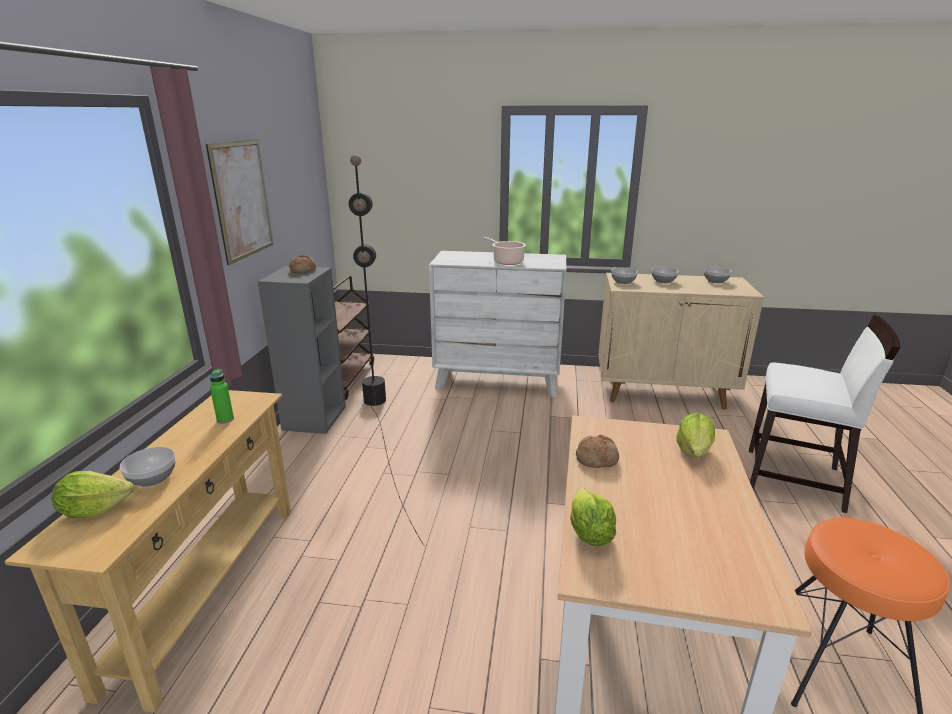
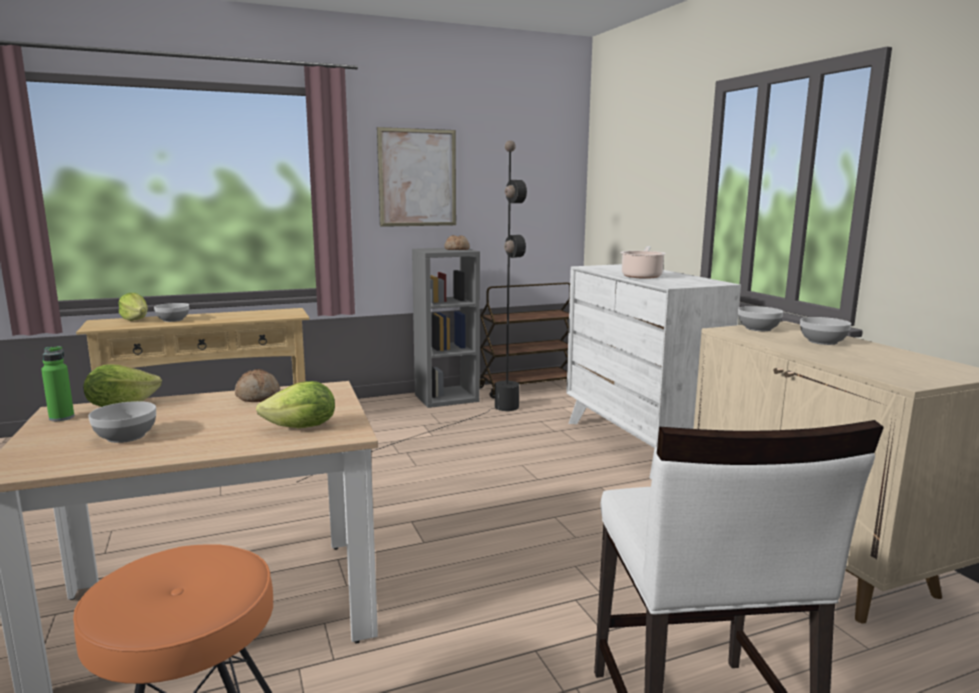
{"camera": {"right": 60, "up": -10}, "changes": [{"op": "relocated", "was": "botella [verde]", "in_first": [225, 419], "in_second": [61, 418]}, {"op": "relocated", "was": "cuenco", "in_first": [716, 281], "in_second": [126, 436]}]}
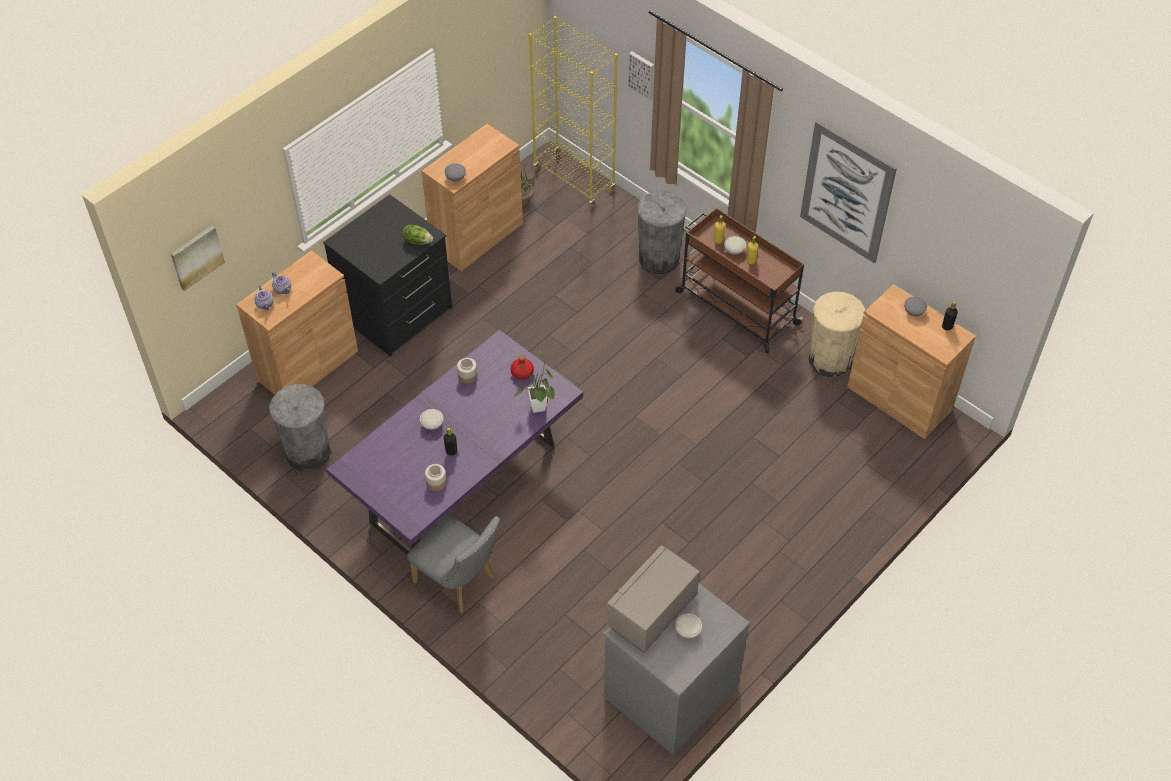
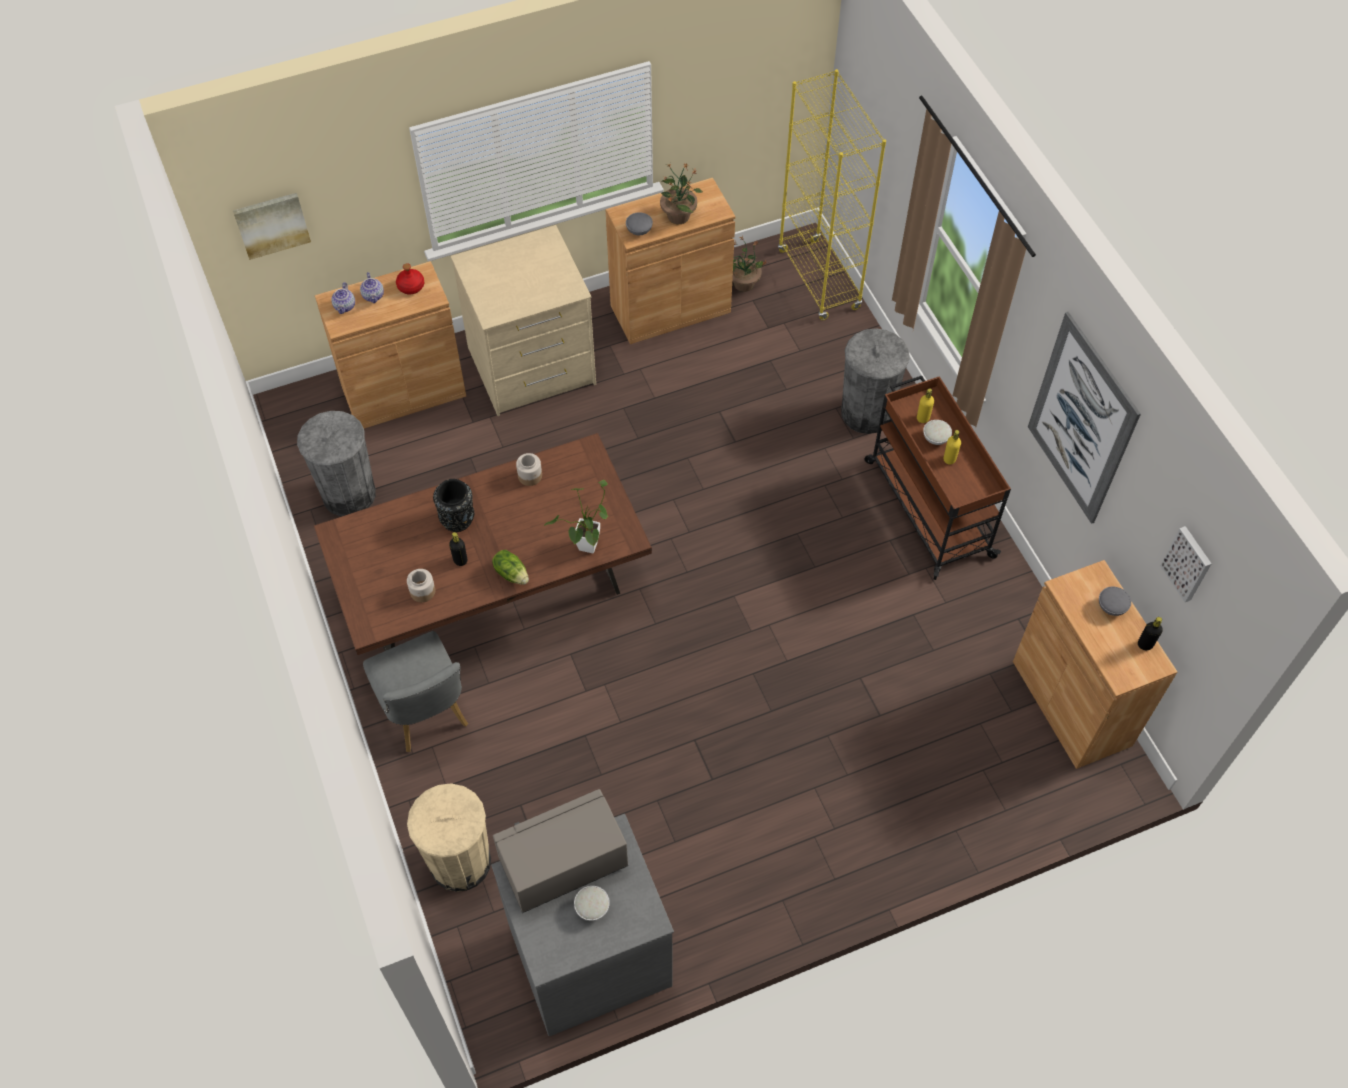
{"camera": {"right": 25, "up": 5}, "changes": [{"op": "colour", "was": "mesa de comedor [morado]", "now": "mesa de comedor [marrón]", "in_first": [463, 484], "in_second": [493, 599]}, {"op": "relocated", "was": "botella [rojo]", "in_first": [522, 372], "in_second": [411, 286]}, {"op": "relocated", "was": "papelera [beis]", "in_first": [829, 360], "in_second": [460, 862]}, {"op": "exchanged", "was": "cuenco [blanco]", "now": "florero [negro]", "in_first": [432, 424], "in_second": [457, 518]}, {"op": "colour", "was": "cómoda [negro]", "now": "cómoda [beis]", "in_first": [396, 313], "in_second": [532, 367]}, {"op": "relocated", "was": "lechuga", "in_first": [417, 241], "in_second": [511, 573]}, {"op": "appeared", "now": "planta en maceta", "in_second": [678, 215]}, {"op": "relocated", "was": "cuadro", "in_first": [642, 74], "in_second": [1188, 563]}]}
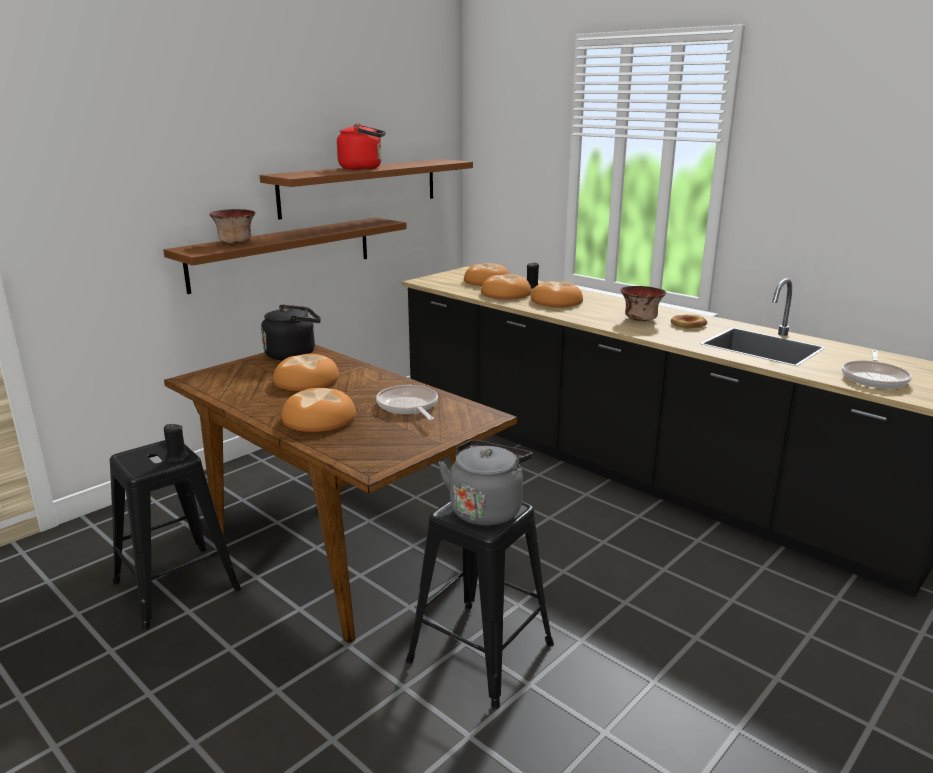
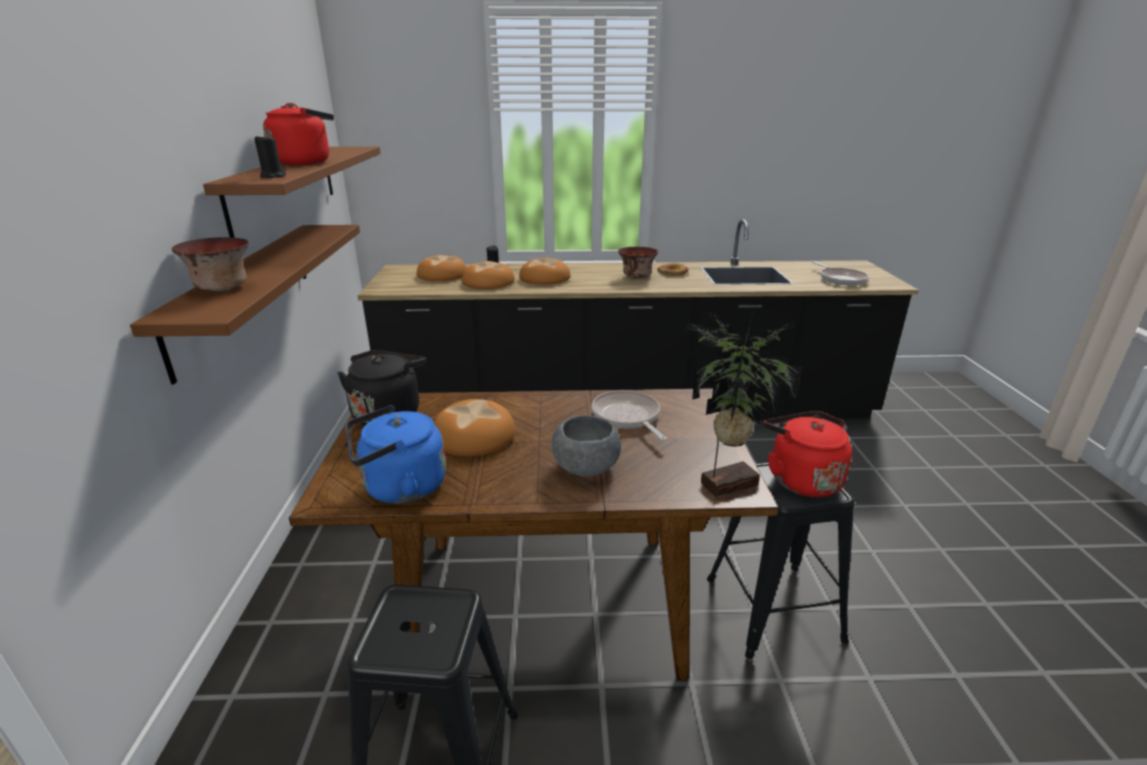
{"camera": {"right": -45, "up": 5}, "changes": [{"op": "relocated", "was": "vela [negro]", "in_first": [177, 458], "in_second": [272, 176]}, {"op": "appeared", "now": "hervidor [azul]", "in_second": [400, 488]}, {"op": "exchanged", "was": "pan", "now": "cuenco [gris]", "in_first": [320, 418], "in_second": [586, 467]}, {"op": "spun", "was": "sartén", "in_first": [408, 406], "in_second": [627, 417], "clockwise": 45}, {"op": "appeared", "now": "planta en maceta", "in_second": [725, 482]}, {"op": "colour", "was": "hervidor [gris]", "now": "hervidor [rojo]", "in_first": [487, 509], "in_second": [800, 479]}]}
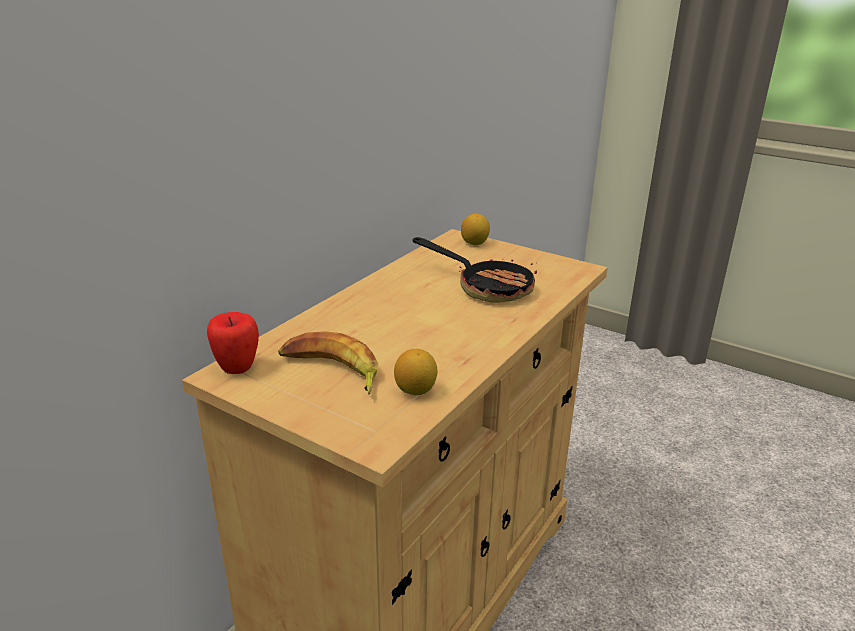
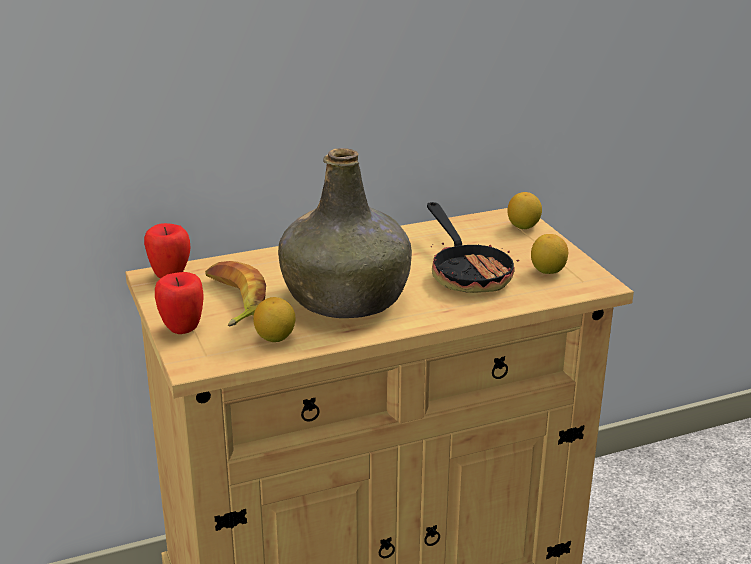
{"camera": {"right": 35, "up": 0}, "changes": [{"op": "appeared", "now": "manzana", "in_second": [182, 328]}, {"op": "appeared", "now": "botella [verde]", "in_second": [346, 297]}, {"op": "appeared", "now": "limón", "in_second": [548, 271]}]}
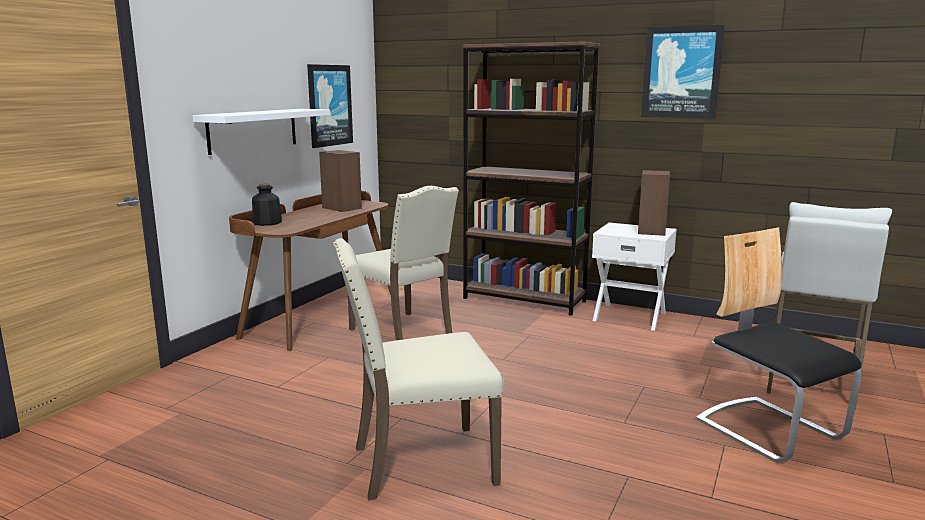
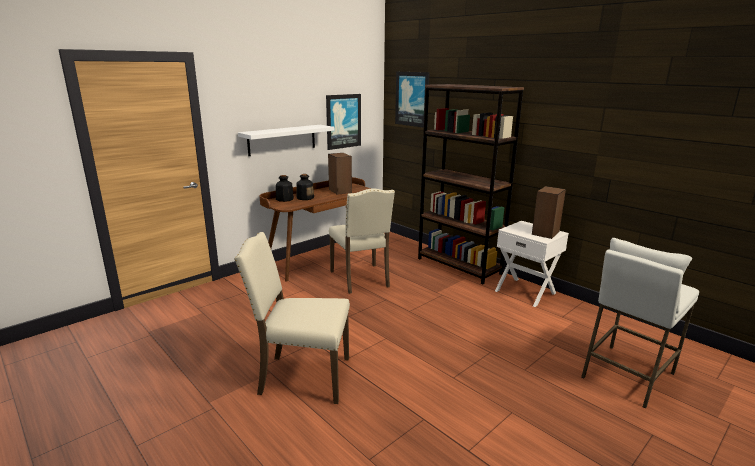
{"camera": {"right": 20, "up": 5}, "changes": [{"op": "appeared", "now": "botella", "in_second": [305, 198]}, {"op": "relocated", "was": "cuadro", "in_first": [681, 72], "in_second": [412, 99]}, {"op": "missing", "was": "silla", "in_first": [769, 429]}]}
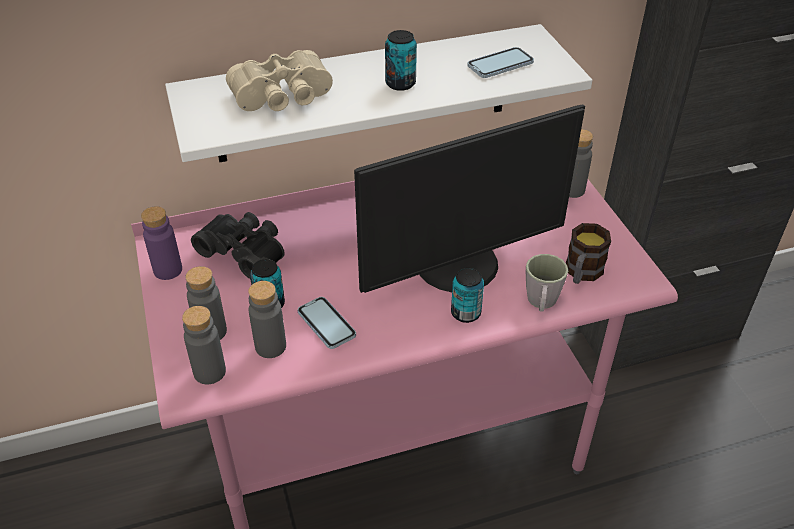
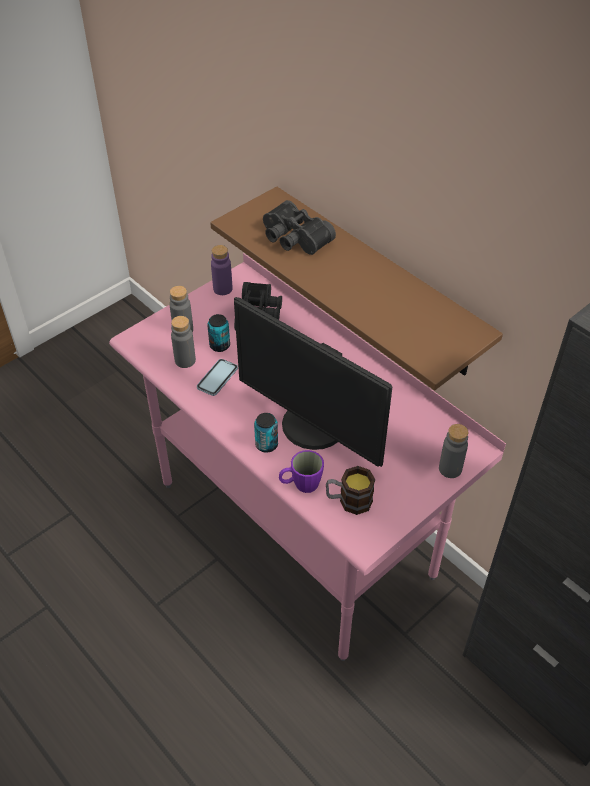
{"camera": {"right": 65, "up": 5}, "changes": [{"op": "colour", "was": "estante [blanco]", "now": "estante [marrón]", "in_first": [363, 94], "in_second": [377, 283]}, {"op": "colour", "was": "prismáticos [beis]", "now": "prismáticos [negro]", "in_first": [283, 98], "in_second": [293, 239]}, {"op": "colour", "was": "taza grande [gris]", "now": "taza grande [morado]", "in_first": [541, 303], "in_second": [301, 484]}, {"op": "missing", "was": "botella [gris]", "in_first": [209, 372]}, {"op": "missing", "was": "lata", "in_first": [400, 83]}, {"op": "missing", "was": "móvil", "in_first": [500, 65]}]}
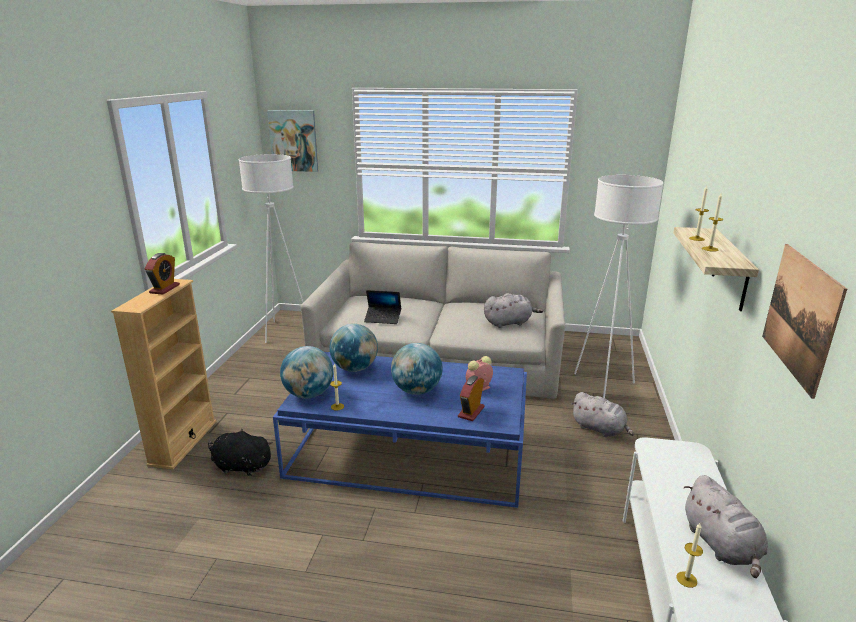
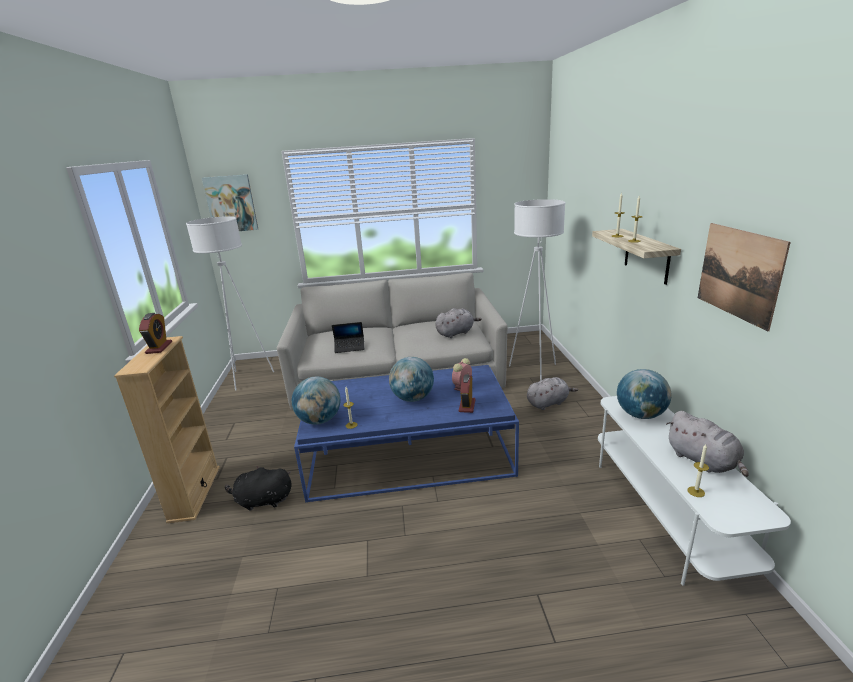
{"camera": {"right": -15, "up": 0}, "changes": [{"op": "spun", "was": "peluche [gris]", "in_first": [600, 429], "in_second": [548, 403], "clockwise": -45}, {"op": "relocated", "was": "globo terráqueo", "in_first": [355, 368], "in_second": [640, 415]}]}
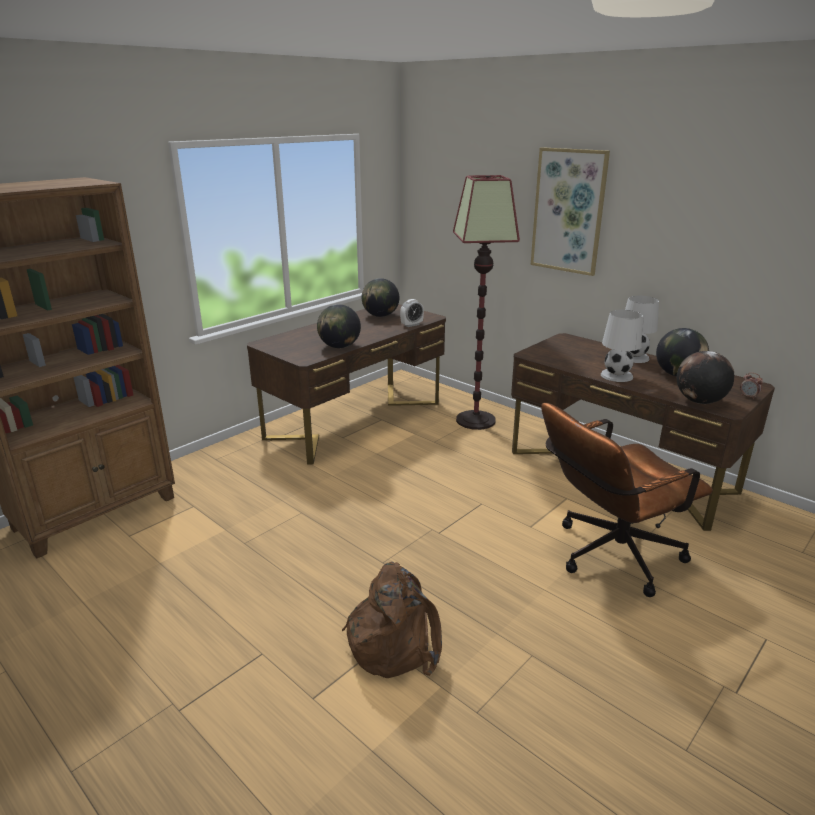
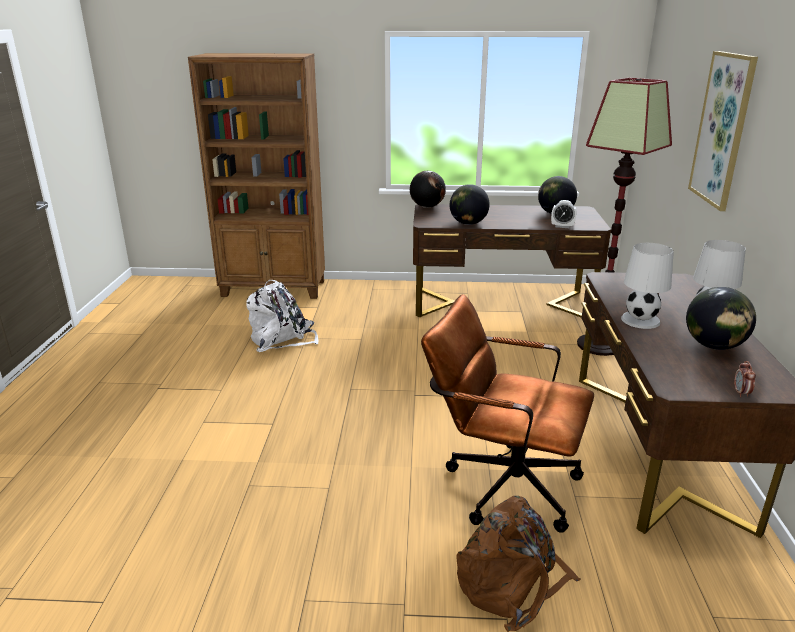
{"camera": {"right": 50, "up": 0}, "changes": [{"op": "appeared", "now": "mochila [blanco]", "in_second": [282, 339]}, {"op": "relocated", "was": "globo terráqueo", "in_first": [699, 401], "in_second": [427, 207]}, {"op": "relocated", "was": "mochila [marrón]", "in_first": [395, 642], "in_second": [512, 584]}]}
